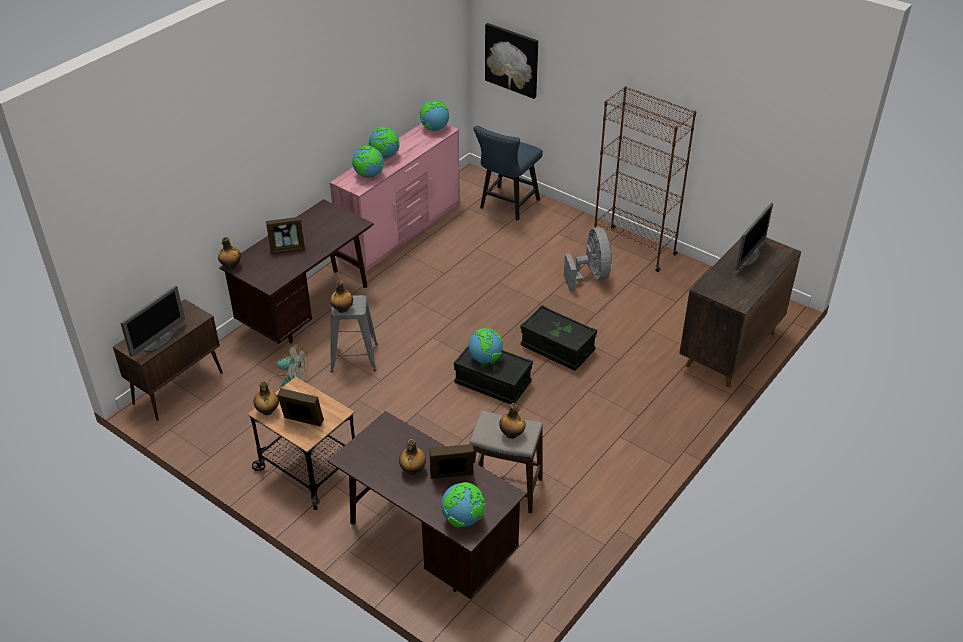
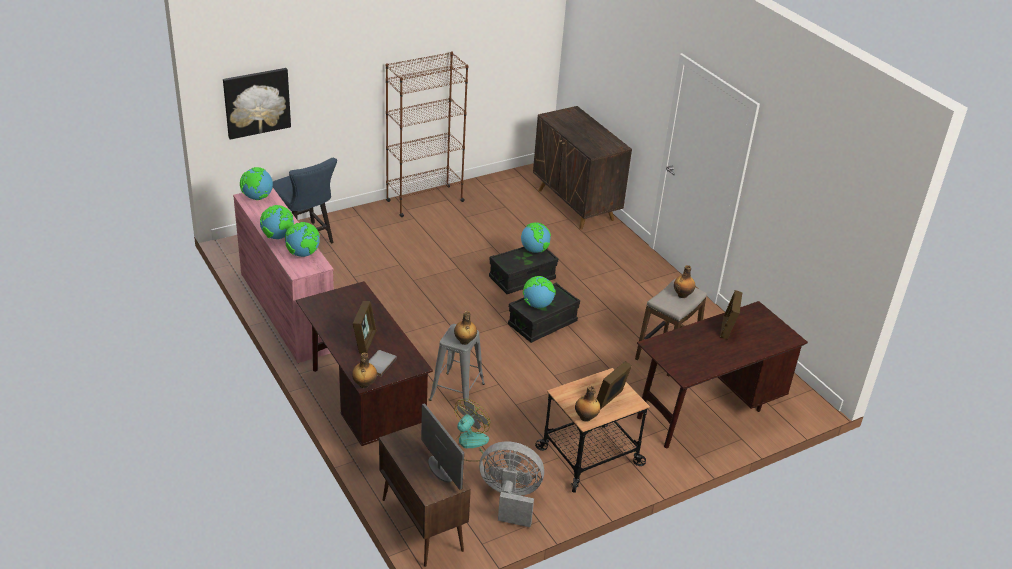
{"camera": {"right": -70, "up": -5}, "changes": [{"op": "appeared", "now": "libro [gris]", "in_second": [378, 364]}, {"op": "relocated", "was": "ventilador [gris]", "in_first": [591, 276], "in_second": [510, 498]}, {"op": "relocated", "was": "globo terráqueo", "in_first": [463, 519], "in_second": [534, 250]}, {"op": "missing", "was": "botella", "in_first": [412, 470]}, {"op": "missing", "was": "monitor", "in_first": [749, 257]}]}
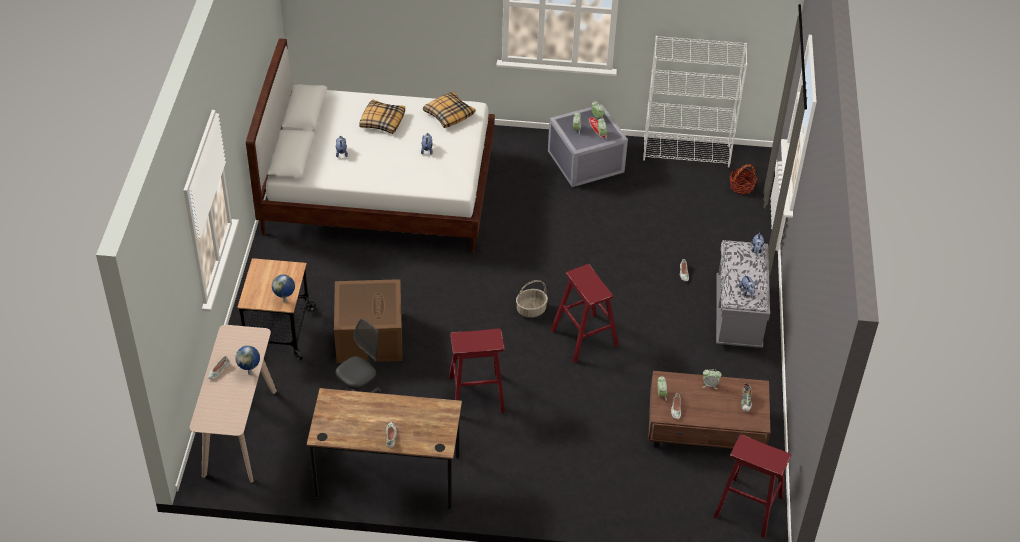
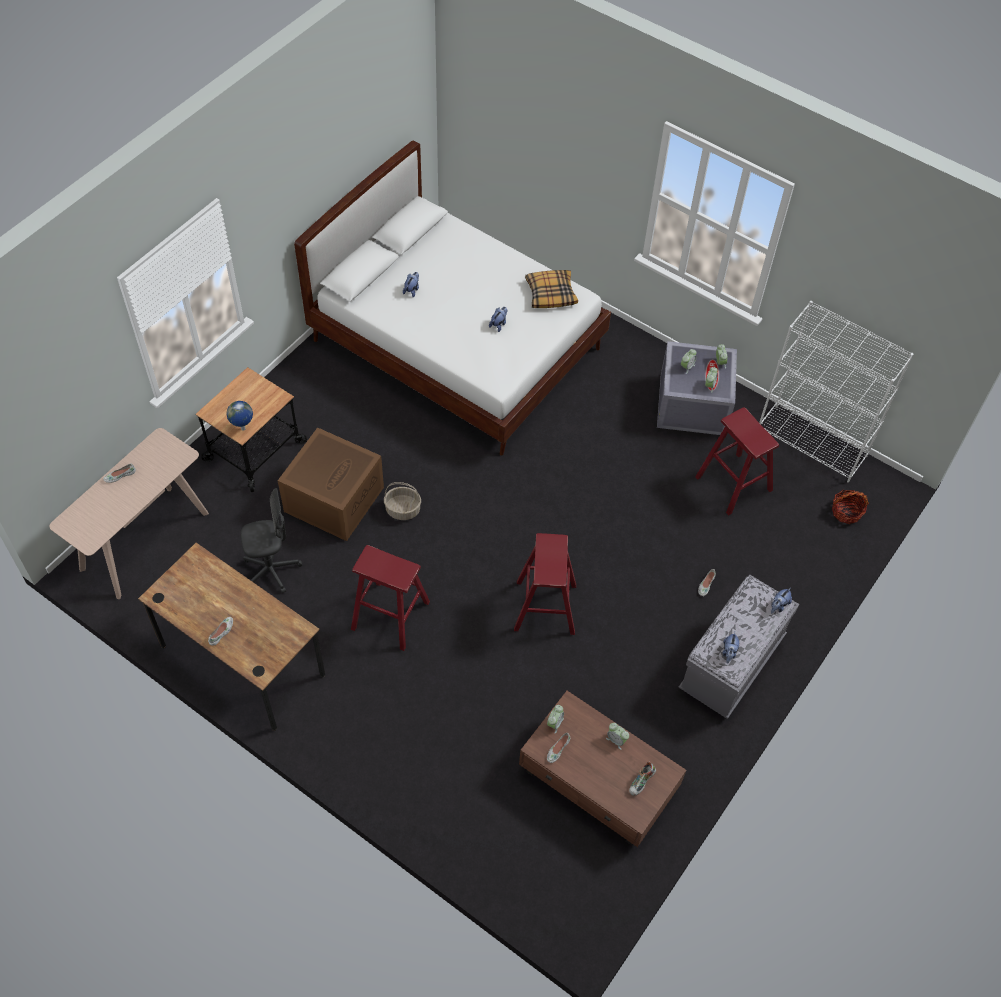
{"camera": {"right": 30, "up": 10}, "changes": [{"op": "relocated", "was": "cesta", "in_first": [531, 309], "in_second": [403, 509]}, {"op": "relocated", "was": "taburete [rojo]", "in_first": [748, 507], "in_second": [733, 484]}, {"op": "missing", "was": "globo terráqueo", "in_first": [250, 373]}, {"op": "missing", "was": "cojín", "in_first": [382, 121]}]}
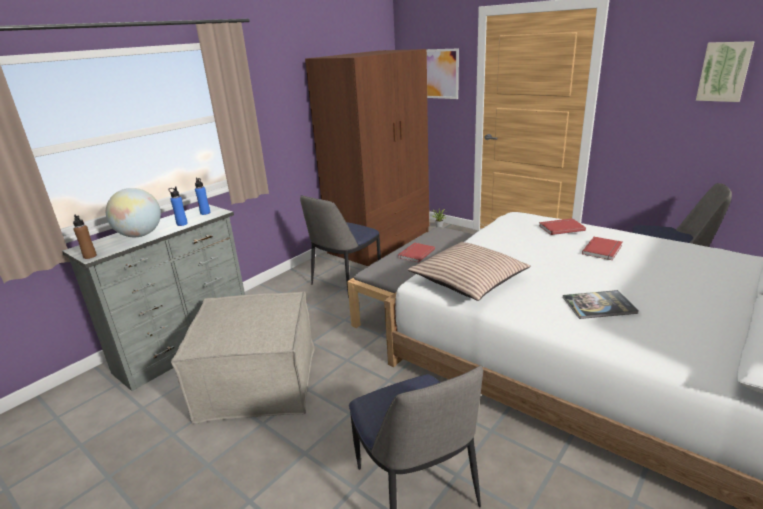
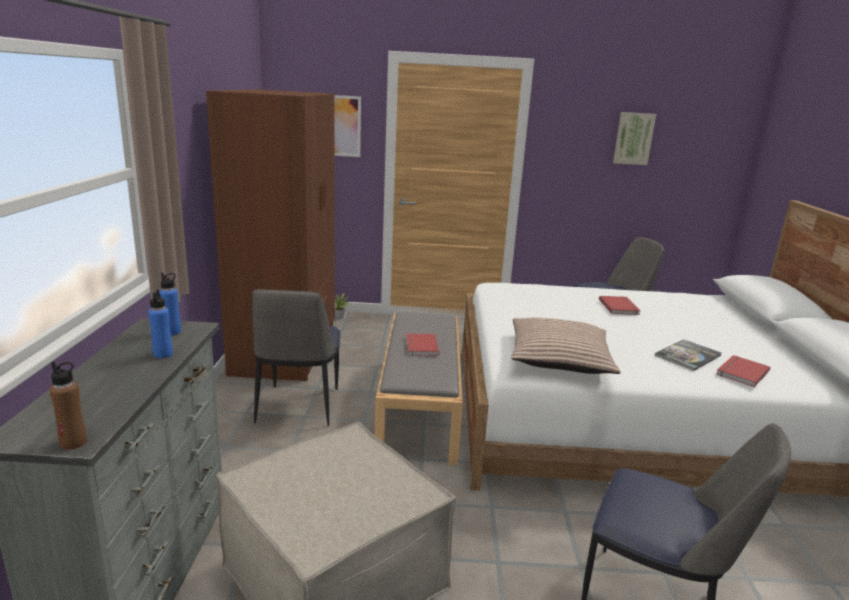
{"camera": {"right": -40, "up": -5}, "changes": [{"op": "relocated", "was": "libro [rojo]", "in_first": [560, 228], "in_second": [740, 372]}, {"op": "missing", "was": "globo terráqueo", "in_first": [140, 235]}]}
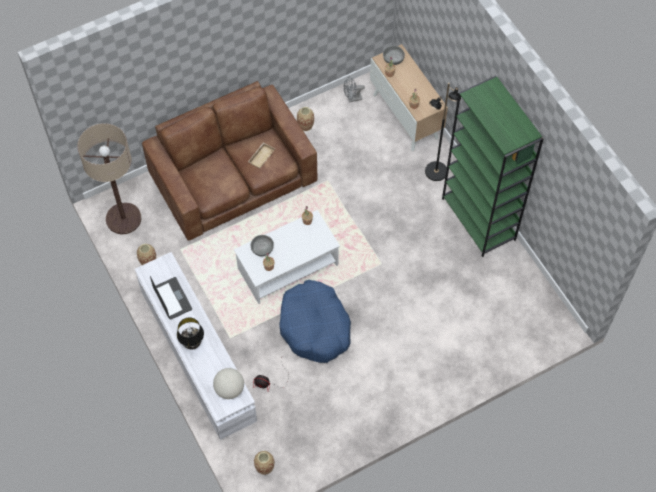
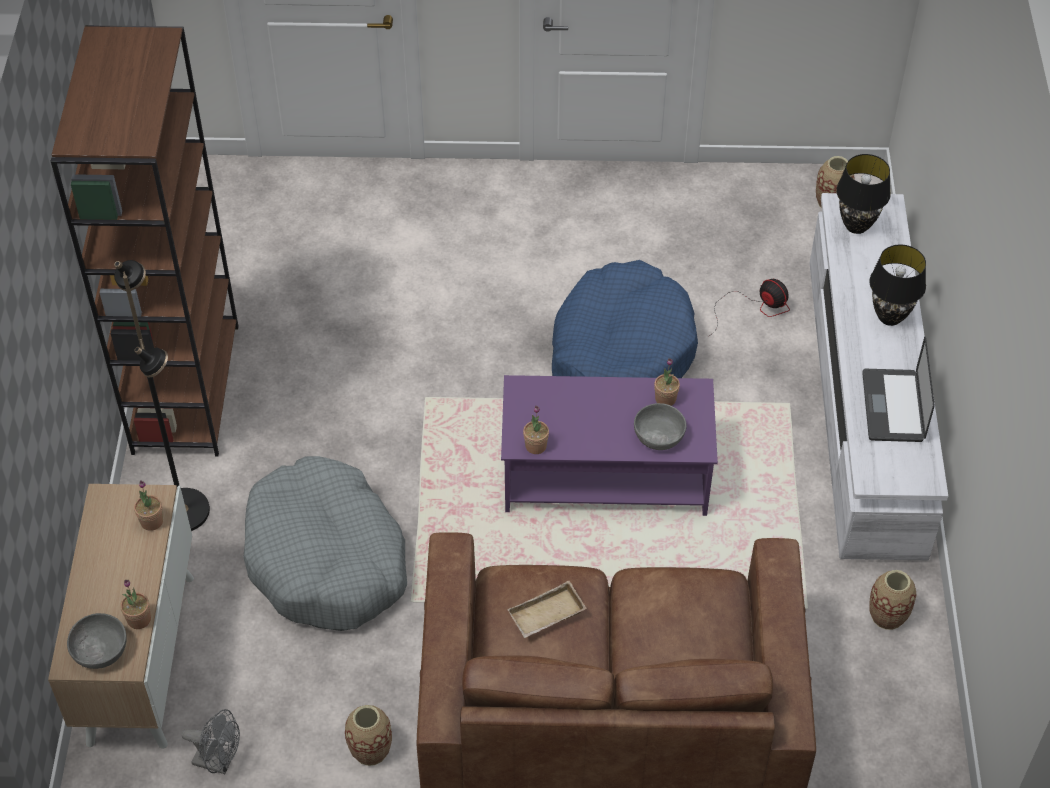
{"camera": {"right": -150, "up": -10}, "changes": [{"op": "colour", "was": "estantería [verde]", "now": "estantería [marrón]", "in_first": [479, 219], "in_second": [185, 387]}, {"op": "appeared", "now": "cama para perro [gris]", "in_second": [327, 559]}, {"op": "colour", "was": "mesa de centro [blanco]", "now": "mesa de centro [morado]", "in_first": [288, 266], "in_second": [604, 473]}, {"op": "exchanged", "was": "globo terráqueo", "now": "lámpara de mesa [negro]", "in_first": [229, 389], "in_second": [856, 225]}, {"op": "missing", "was": "lámpara de pie", "in_first": [123, 218]}]}
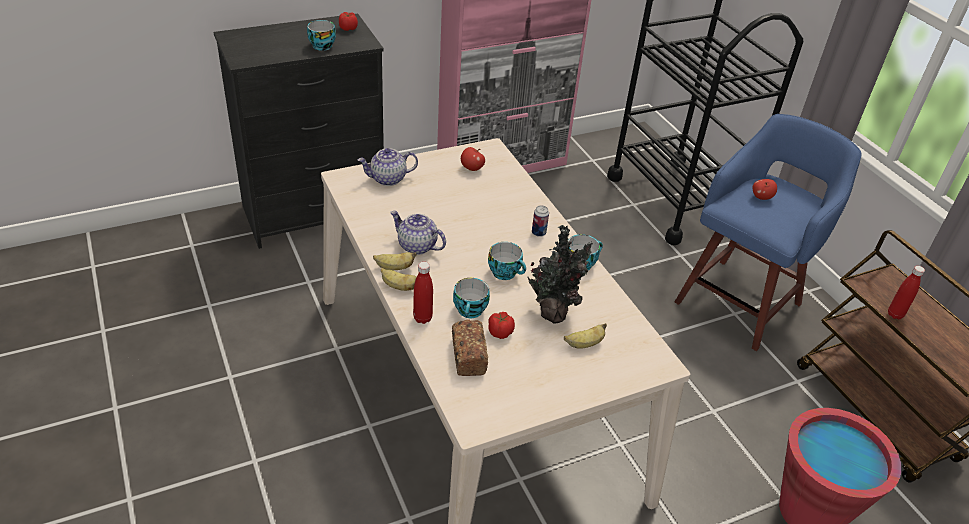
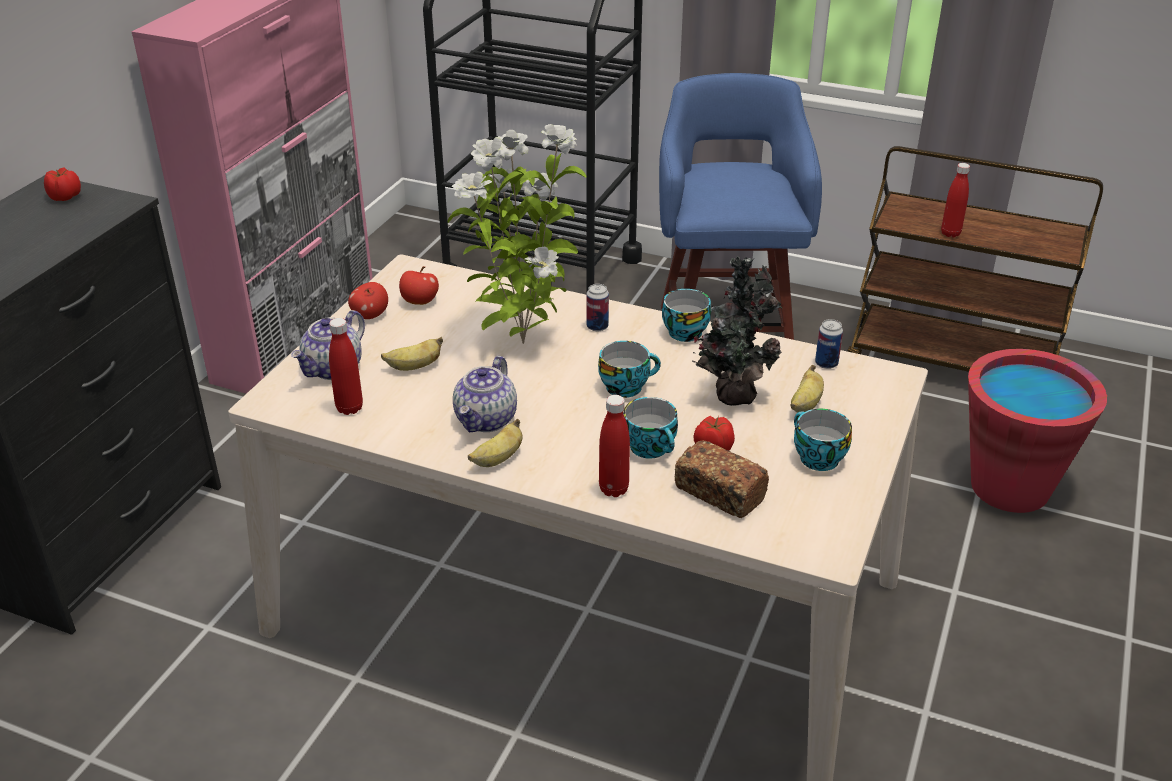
{"camera": {"right": -40, "up": -5}, "changes": [{"op": "appeared", "now": "botella [rojo]", "in_second": [349, 408]}, {"op": "relocated", "was": "manzana", "in_first": [761, 197], "in_second": [370, 315]}, {"op": "relocated", "was": "plátano", "in_first": [398, 287], "in_second": [414, 367]}, {"op": "appeared", "now": "planta en maceta", "in_second": [522, 341]}, {"op": "spun", "was": "tetera", "in_first": [416, 246], "in_second": [486, 420], "clockwise": -60}, {"op": "relocated", "was": "taza", "in_first": [322, 45], "in_second": [816, 458]}, {"op": "appeared", "now": "lata", "in_second": [826, 363]}]}
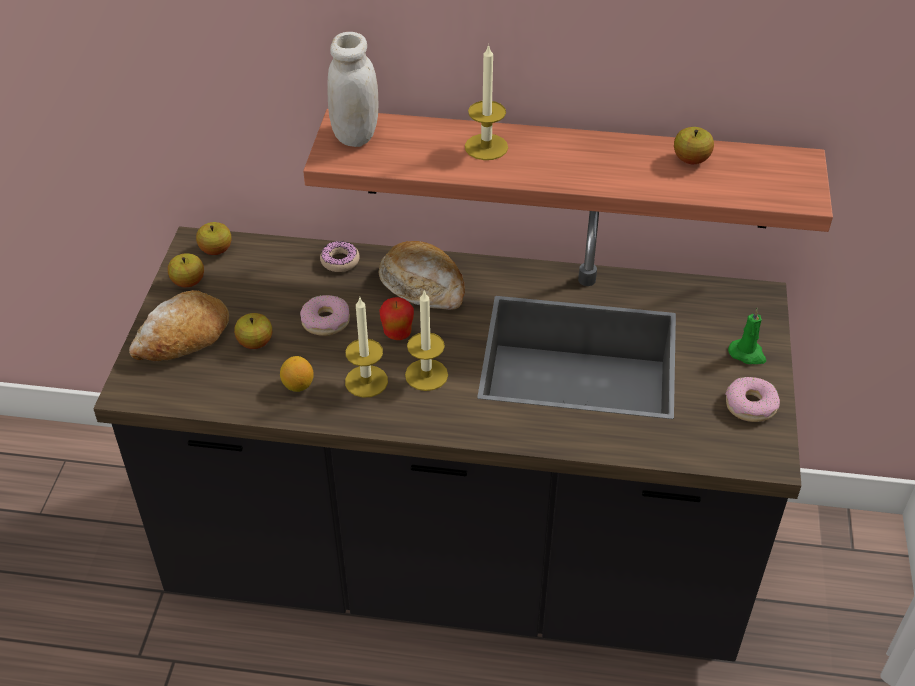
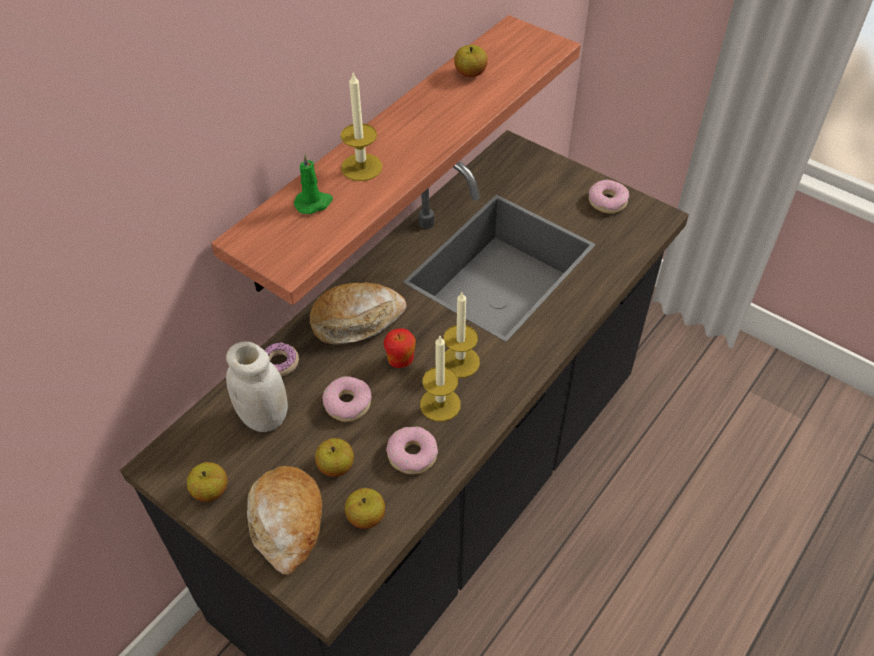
{"camera": {"right": -60, "up": 5}, "changes": [{"op": "relocated", "was": "tarro [blanco]", "in_first": [355, 135], "in_second": [264, 417]}, {"op": "relocated", "was": "vela [verde]", "in_first": [747, 354], "in_second": [314, 203]}, {"op": "relocated", "was": "manzana", "in_first": [216, 250], "in_second": [366, 517]}, {"op": "exchanged", "was": "limón", "now": "rosquilla", "in_first": [298, 385], "in_second": [412, 455]}]}
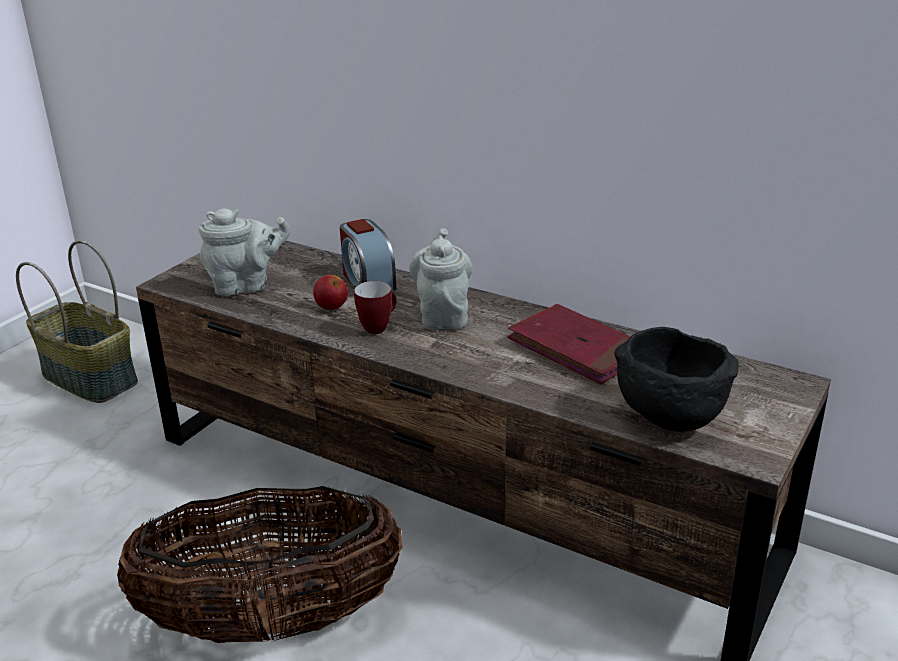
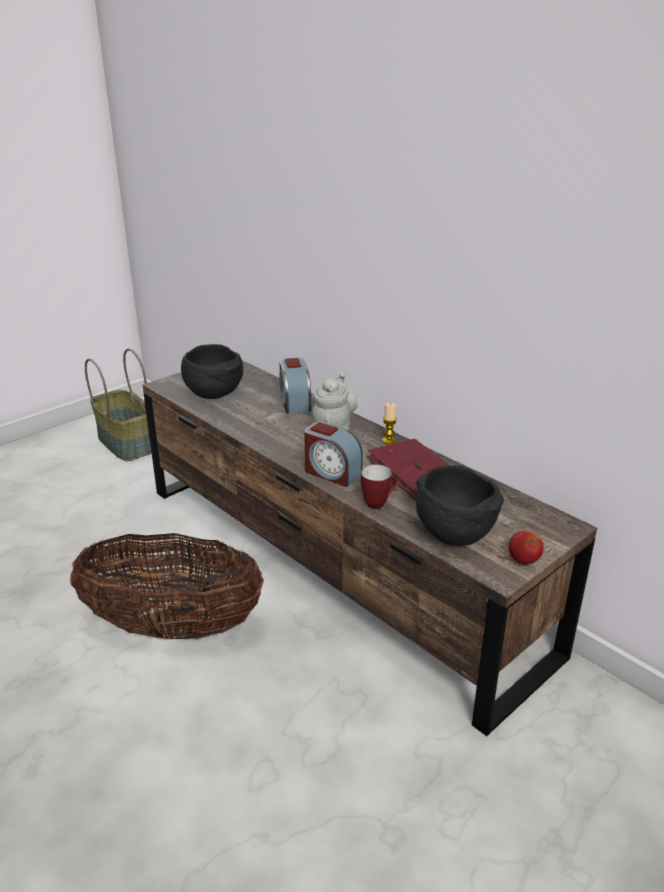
{"camera": {"right": 15, "up": 0}, "changes": [{"op": "exchanged", "was": "tetera [gris]", "now": "cuenco [negro]", "in_first": [246, 285], "in_second": [212, 394]}, {"op": "appeared", "now": "despertador", "in_second": [332, 473]}, {"op": "relocated", "was": "taza grande", "in_first": [378, 327], "in_second": [378, 503]}, {"op": "appeared", "now": "vela", "in_second": [388, 440]}, {"op": "relocated", "was": "manzana", "in_first": [331, 308], "in_second": [523, 560]}]}
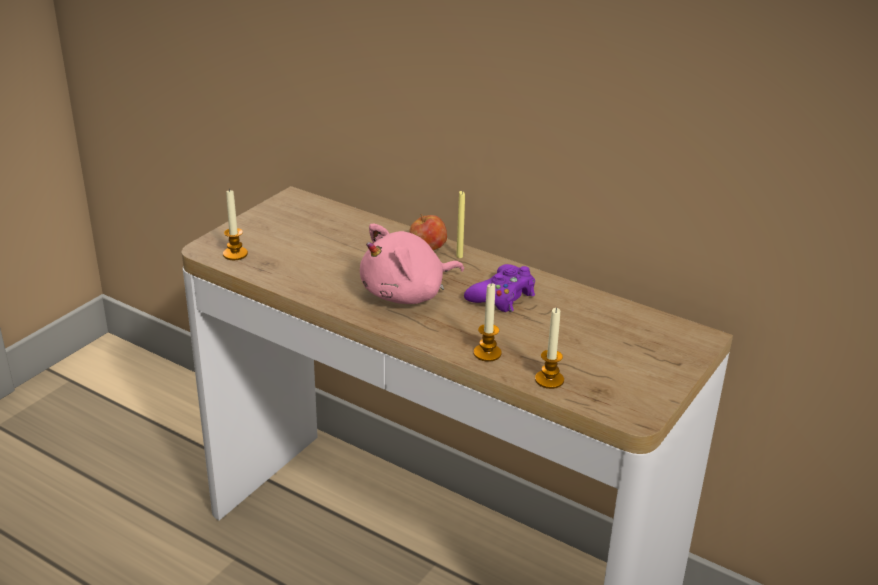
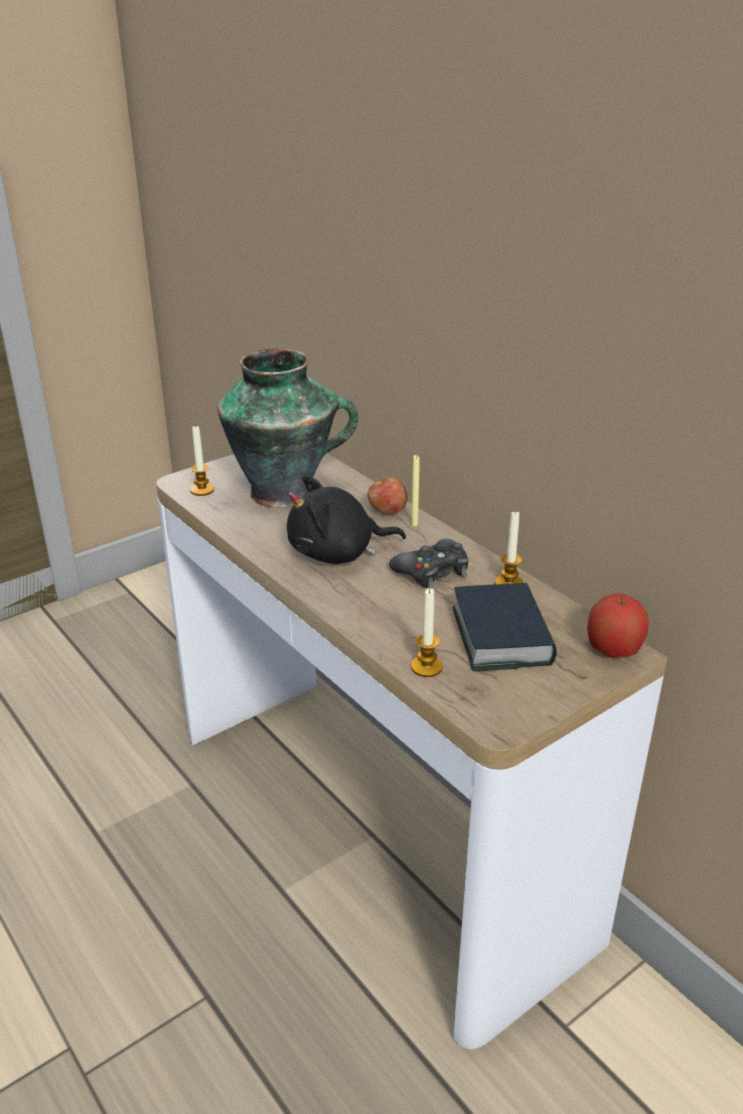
{"camera": {"right": 20, "up": 0}, "changes": [{"op": "appeared", "now": "florero", "in_second": [285, 493]}, {"op": "colour", "was": "peluche [rosa]", "now": "peluche [negro]", "in_first": [407, 294], "in_second": [337, 553]}, {"op": "colour", "was": "mando de consola [morado]", "now": "mando de consola [negro]", "in_first": [502, 296], "in_second": [432, 571]}, {"op": "appeared", "now": "libro", "in_second": [501, 636]}, {"op": "relocated", "was": "vela", "in_first": [487, 353], "in_second": [509, 583]}, {"op": "appeared", "now": "manzana", "in_second": [613, 650]}]}
